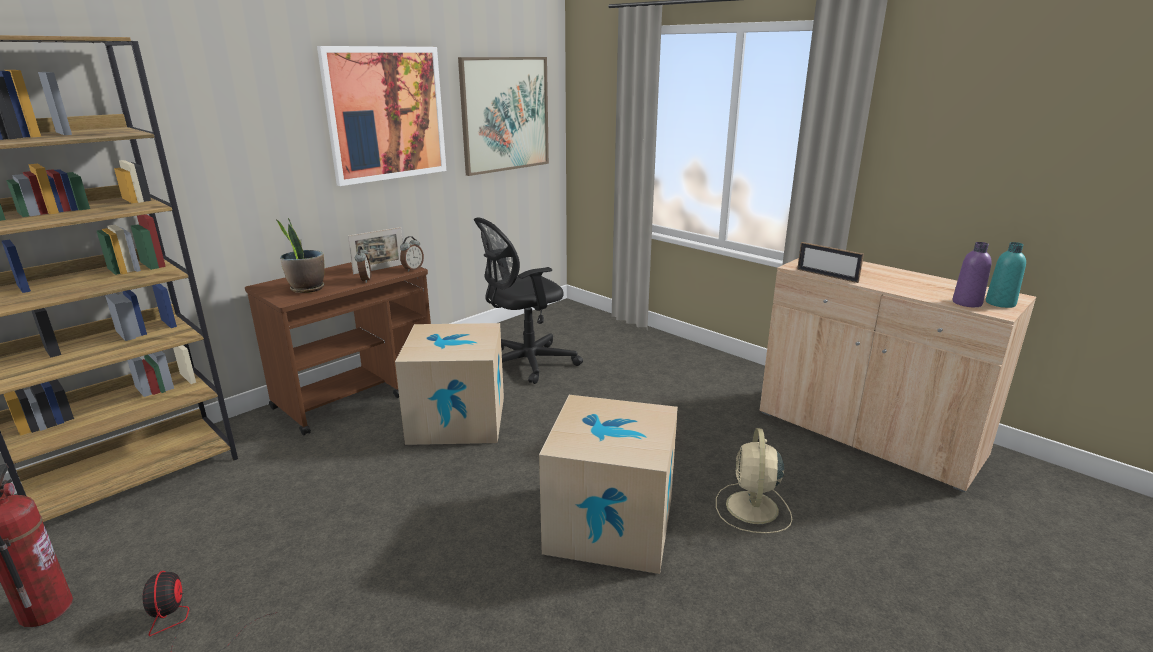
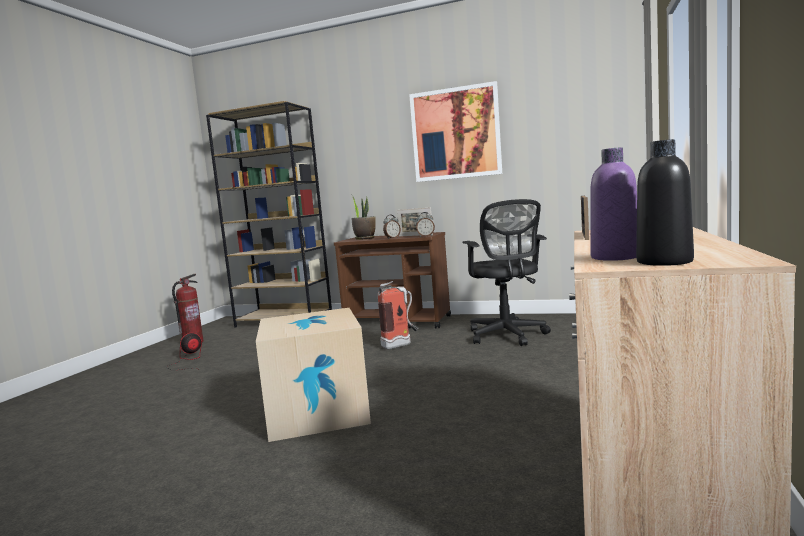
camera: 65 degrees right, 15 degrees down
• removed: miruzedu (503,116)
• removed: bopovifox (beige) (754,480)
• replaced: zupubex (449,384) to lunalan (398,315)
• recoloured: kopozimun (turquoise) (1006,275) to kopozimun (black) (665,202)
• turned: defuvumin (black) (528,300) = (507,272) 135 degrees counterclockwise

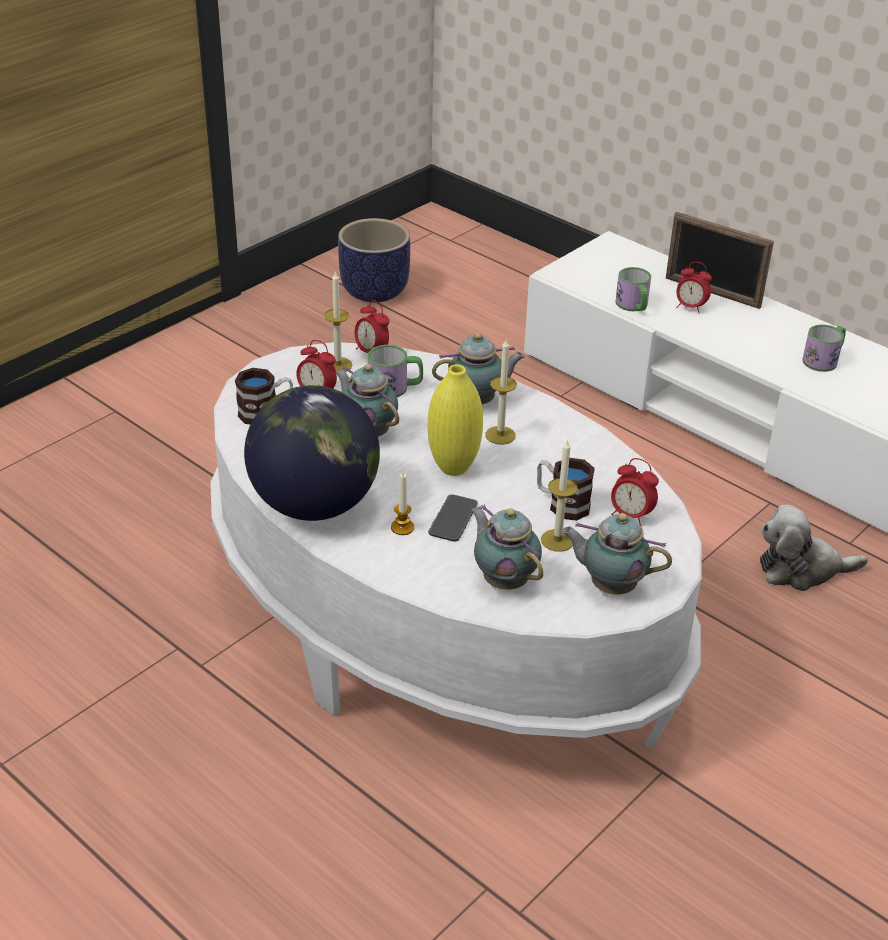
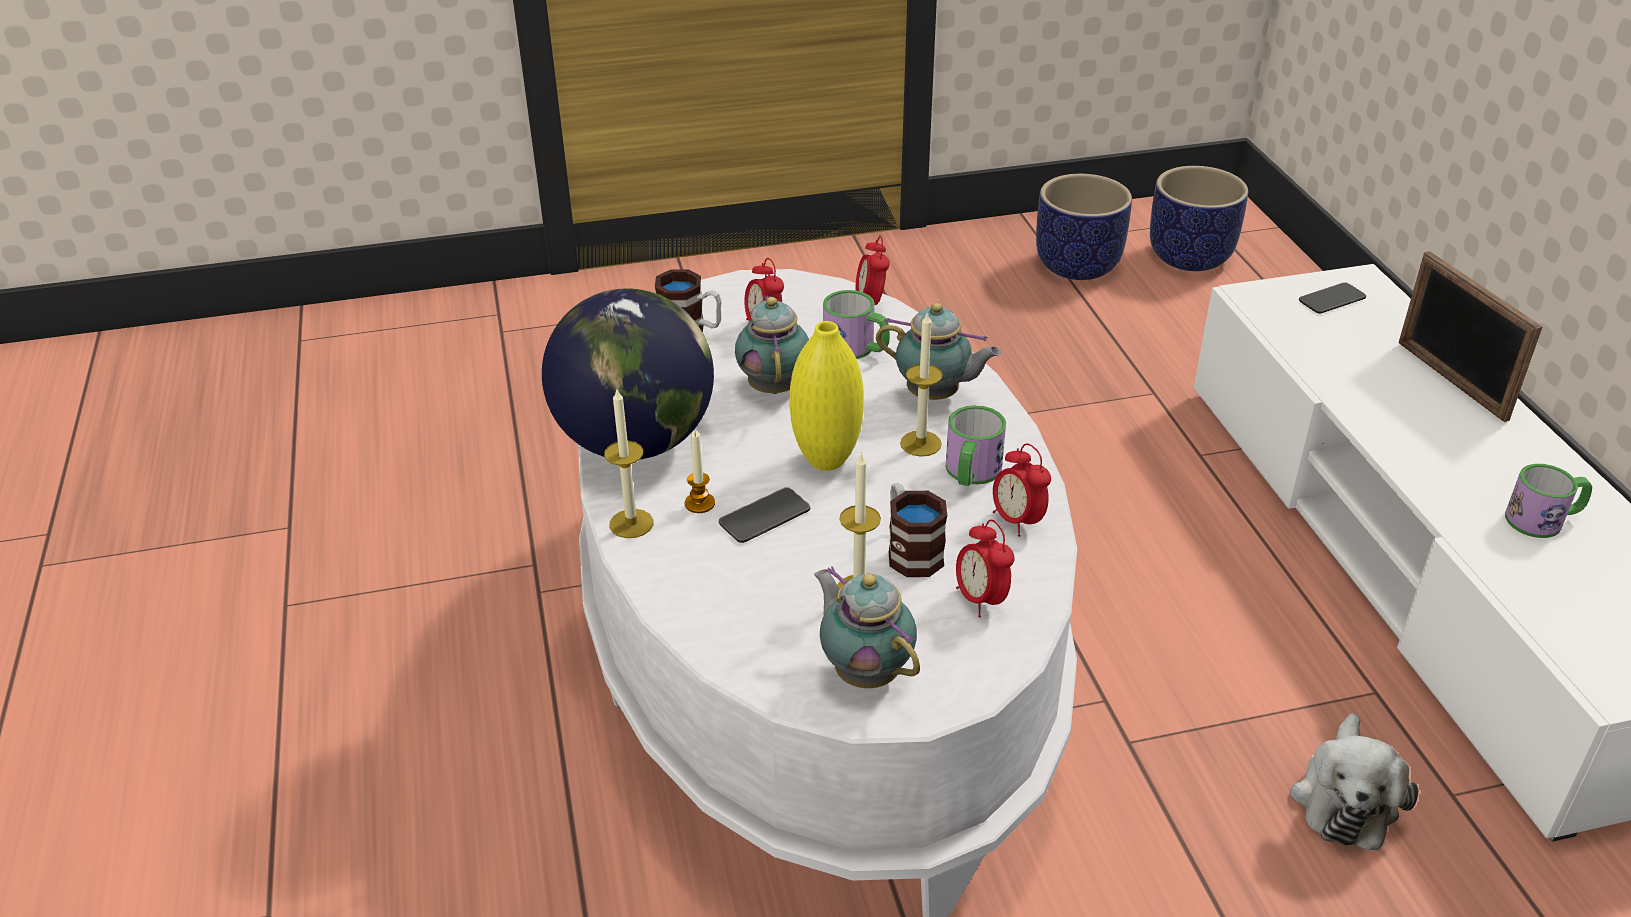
camera: 35 degrees right, 0 degrees up
• removed: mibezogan (507,547)
• added: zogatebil (1199,218)
• added: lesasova (1332,298)
• moved: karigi (338,322) to (628,464)
• moved: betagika (633,289) to (976,445)
• moved: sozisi (694,288) to (1022,490)
• turned: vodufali (814,548) = (1354,782) 105 degrees counterclockwise

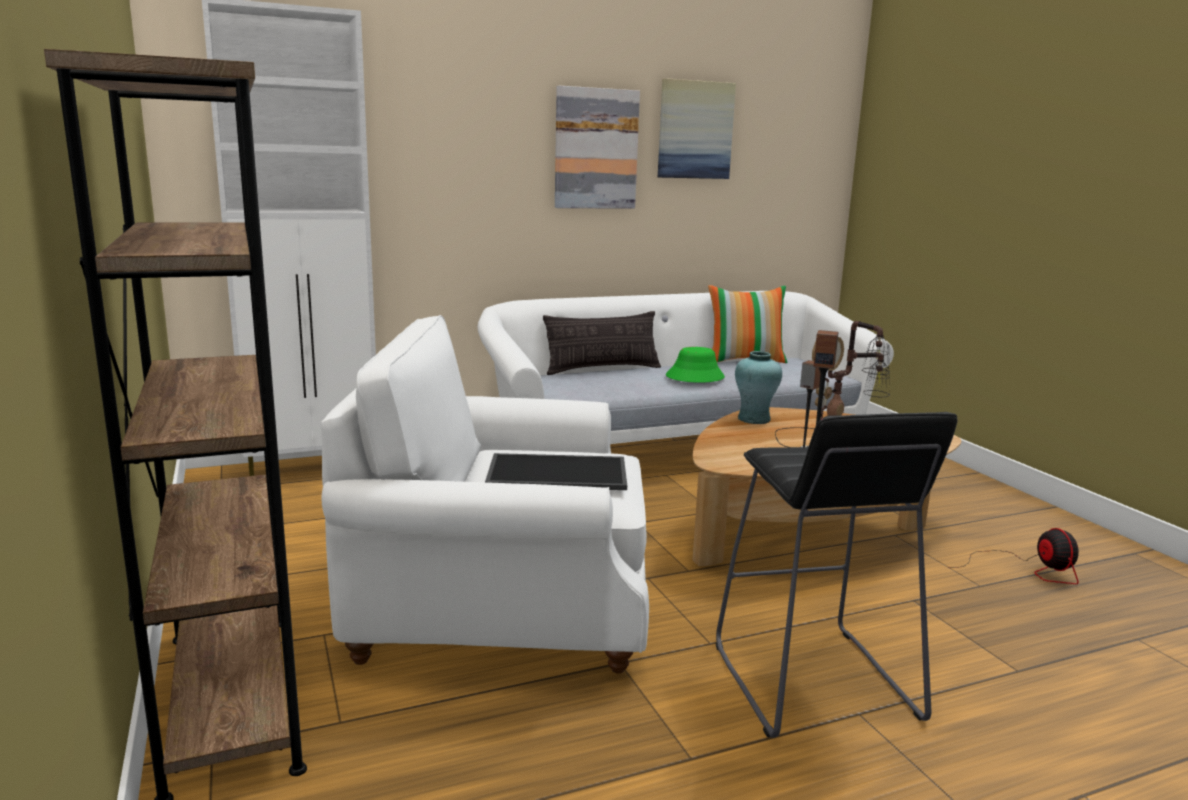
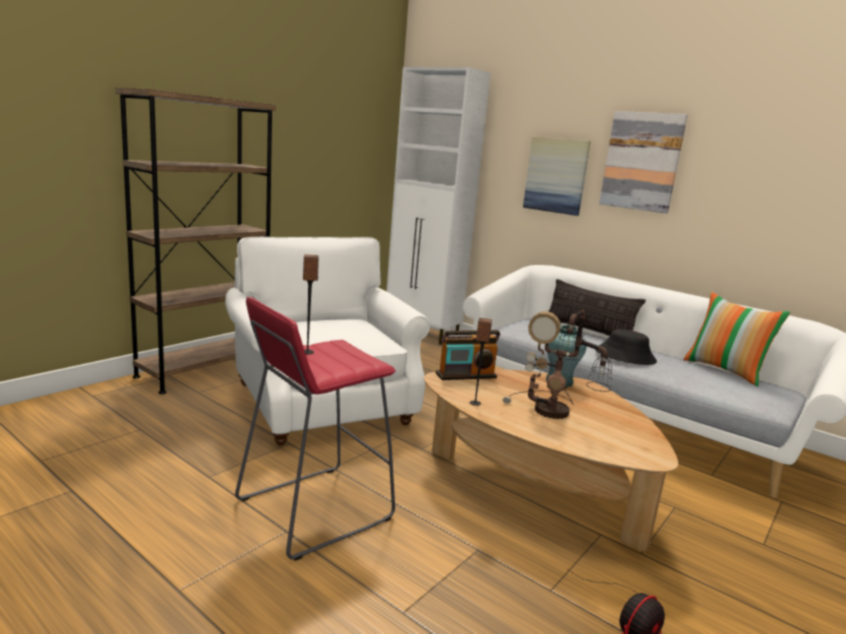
camera: 60 degrees right, 0 degrees up
• removed: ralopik (556,471)
• added: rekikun (468,355)
• moved: miruzedu (697,128) to (557,176)
• recoloured: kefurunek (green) (695,365) to kefurunek (black) (626,347)
• recoloured: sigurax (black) (837,575) to sigurax (red) (315,429)

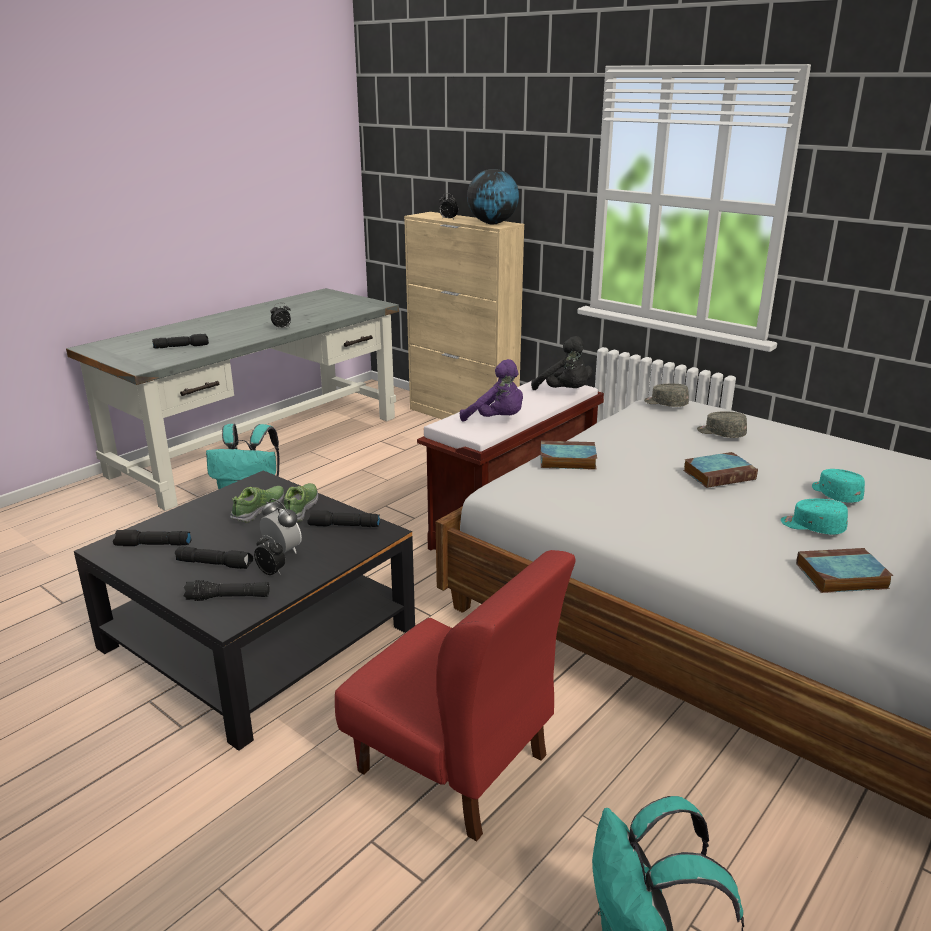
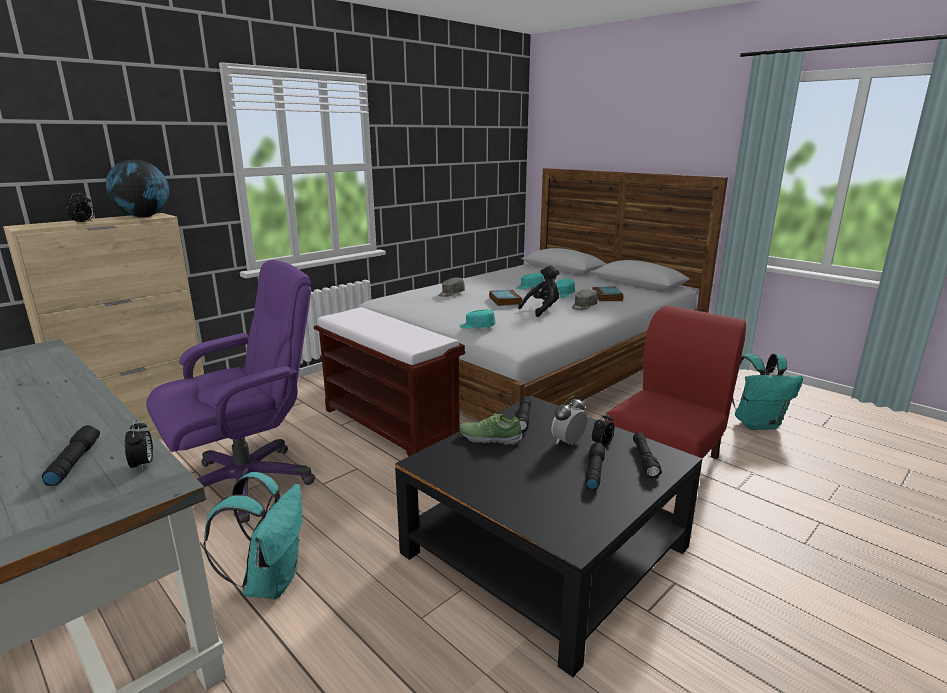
camera: 85 degrees left, 5 degrees down
• removed: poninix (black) (152,538)
• removed: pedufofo (257,504)
• removed: vodufali (purple) (491,390)
• added: defuvumin (purple) (230,391)
• moved: sozisi (281,316) to (139,445)
• moved: vodufali (black) (562,363) to (539,291)
• moved: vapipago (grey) (666,395) to (585,299)
• replaced: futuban (568,455) to vapipago (turquoise) (477,319)

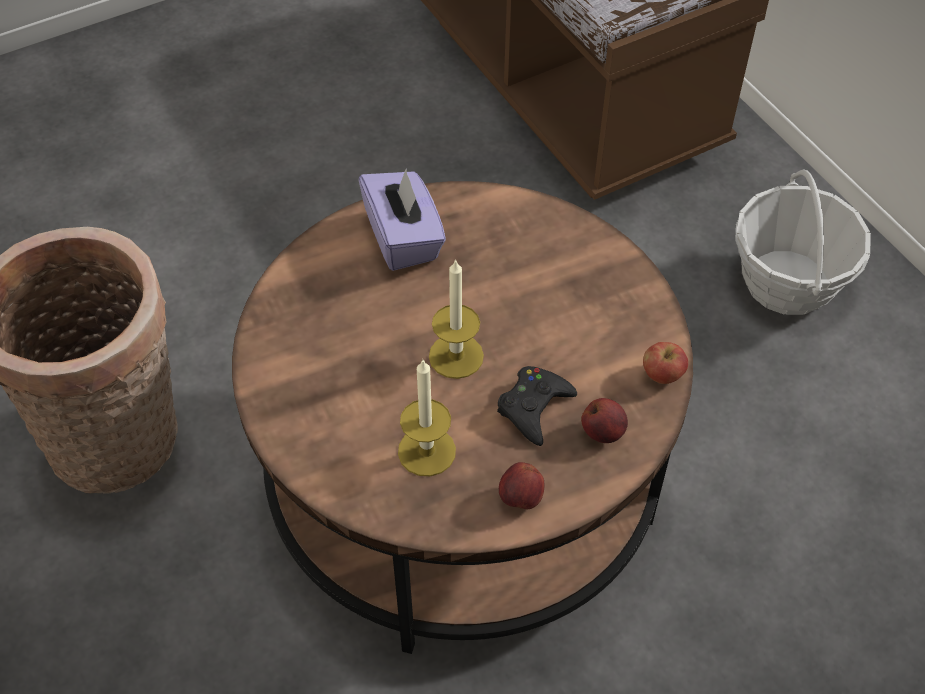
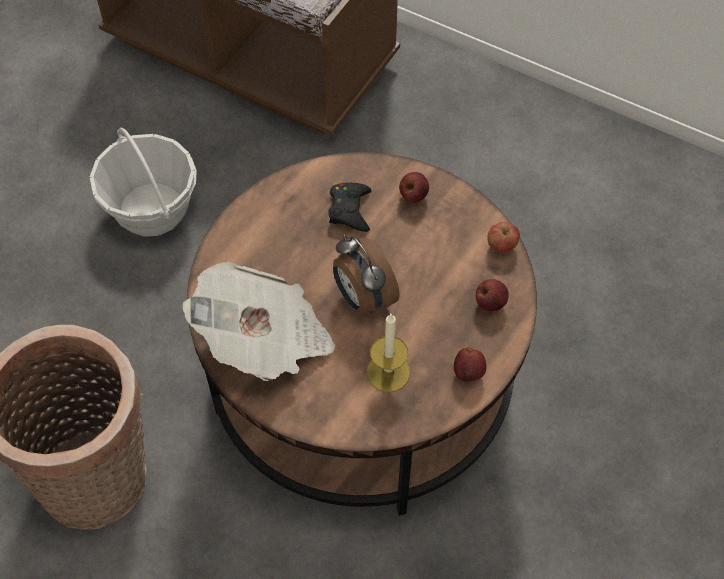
camera: 30 degrees left, 5 degrees up
• removed: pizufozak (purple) (402,220)
• added: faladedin (258,321)
• added: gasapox (414,187)
• moved: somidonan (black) (537,406) to (350,207)
• moved: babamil (803,242) to (143,182)
• replaced: karigi (456,319) to sozisi (366,274)

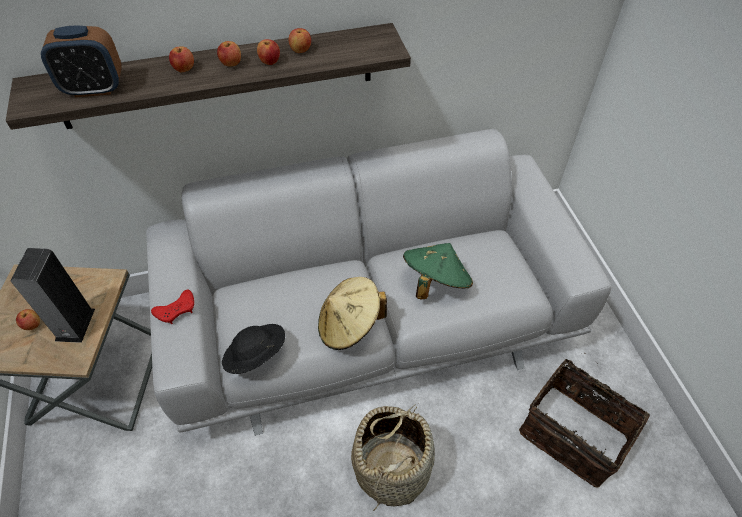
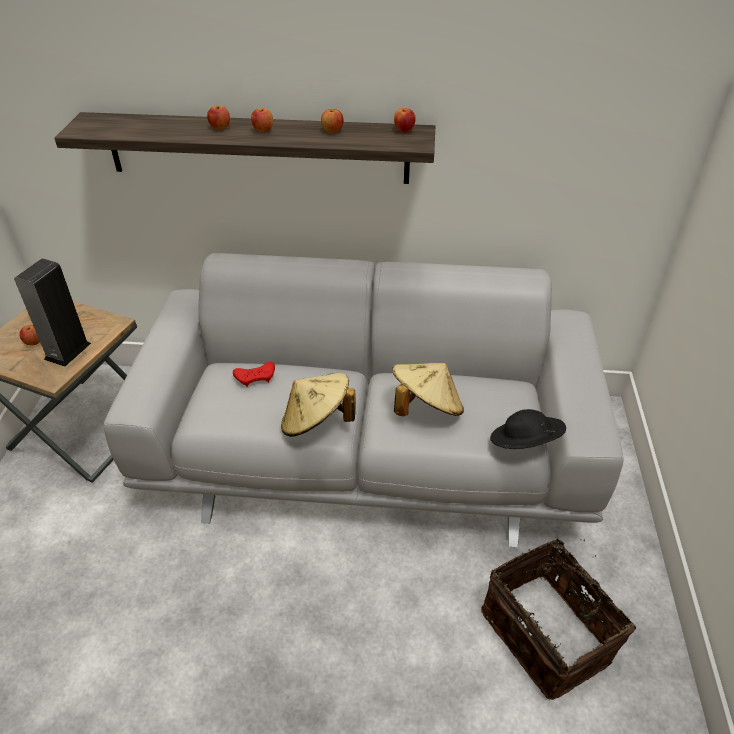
camera: 20 degrees right, 10 degrees down
• removed: sozisi (81,61)
• removed: babamil (393,457)
• moved: somidonan (red) (172,307) to (254,374)
• moved: kefurunek (black) (253,349) to (528,429)
• moved: gasapox (268,52) to (405,120)
• recoloured: kefurunek (green) (438,271) to kefurunek (beige) (428,389)

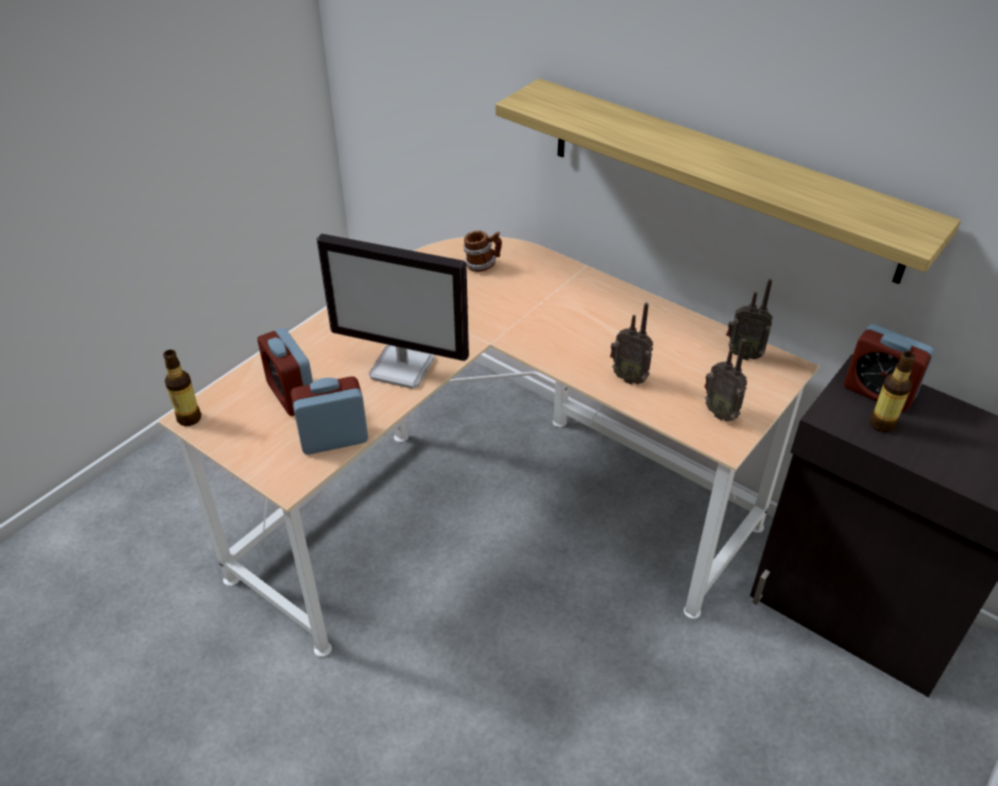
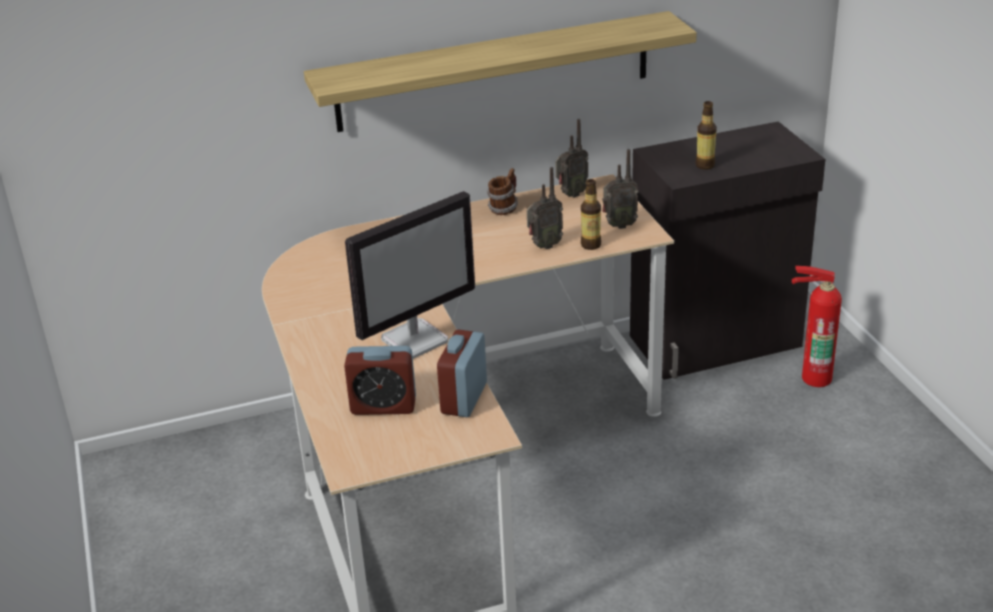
camera: 55 degrees left, 10 degrees down
• removed: sozisi (889,368)
• added: lunalan (817,326)
• moved: kopozimun (182,388) to (591,214)
• moved: betagika (482,251) to (502,191)

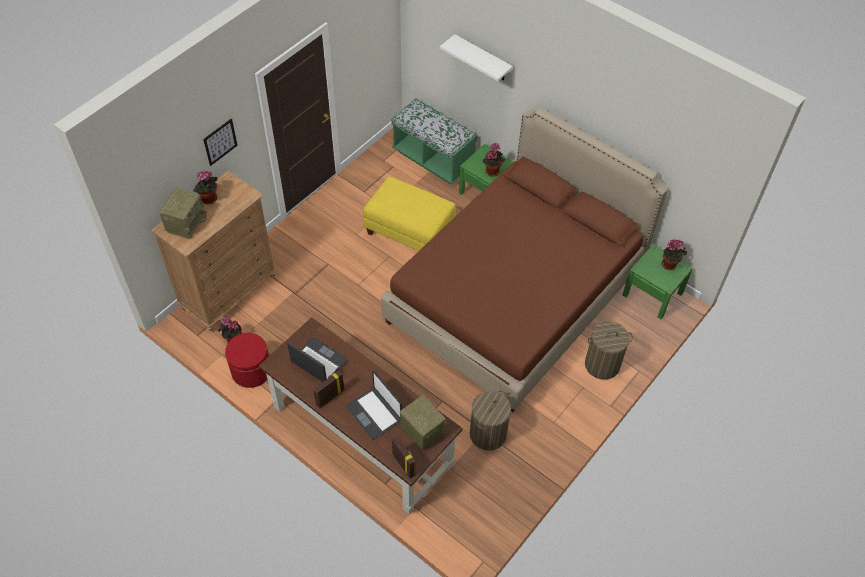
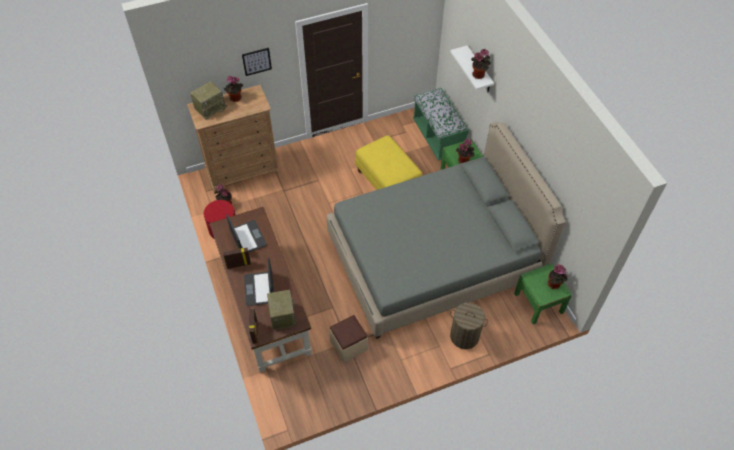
camera: 30 degrees right, 0 degrees up
• added: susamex (481,64)
• replaced: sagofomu (490,421) to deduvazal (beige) (348,338)
• recoloured: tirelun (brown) (524,260) to tirelun (grey) (445,230)

